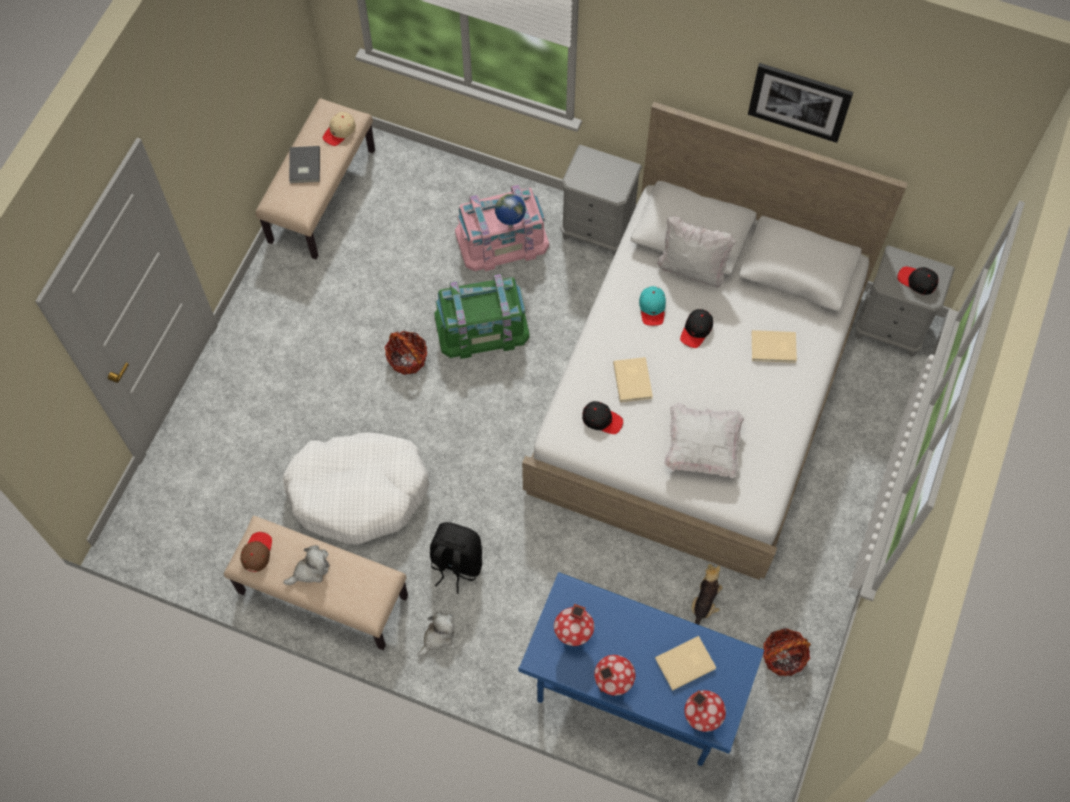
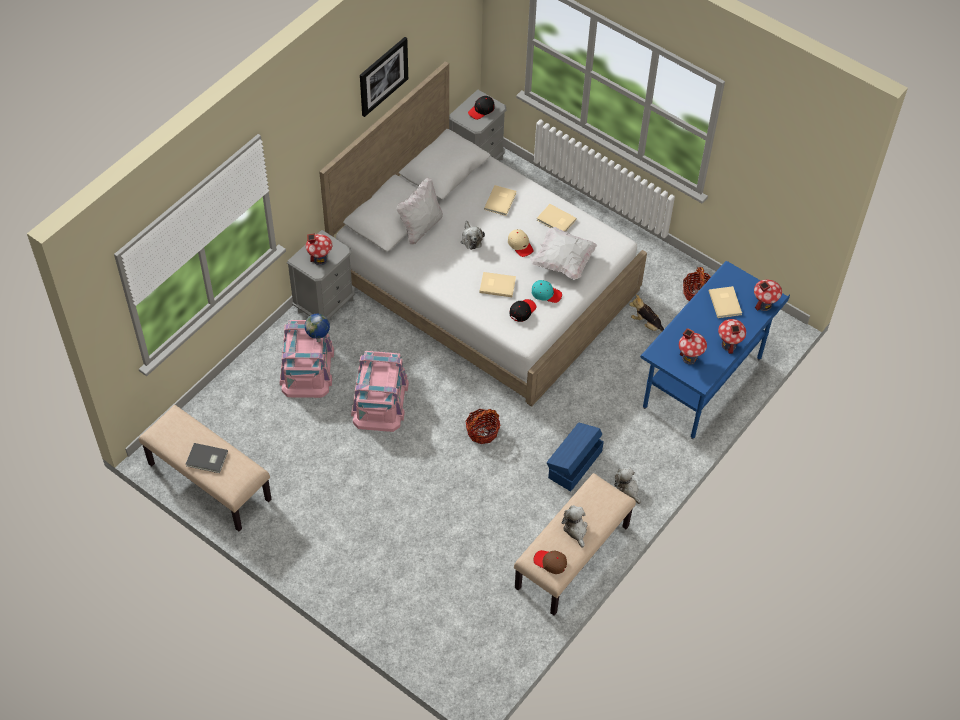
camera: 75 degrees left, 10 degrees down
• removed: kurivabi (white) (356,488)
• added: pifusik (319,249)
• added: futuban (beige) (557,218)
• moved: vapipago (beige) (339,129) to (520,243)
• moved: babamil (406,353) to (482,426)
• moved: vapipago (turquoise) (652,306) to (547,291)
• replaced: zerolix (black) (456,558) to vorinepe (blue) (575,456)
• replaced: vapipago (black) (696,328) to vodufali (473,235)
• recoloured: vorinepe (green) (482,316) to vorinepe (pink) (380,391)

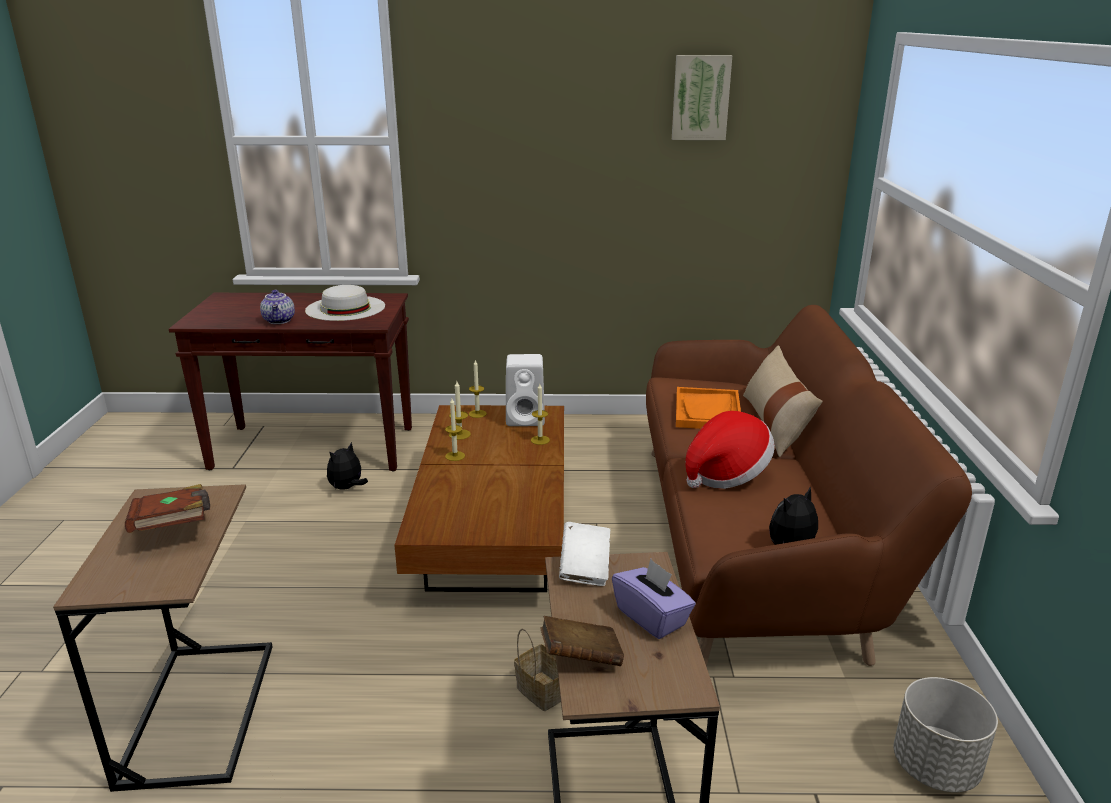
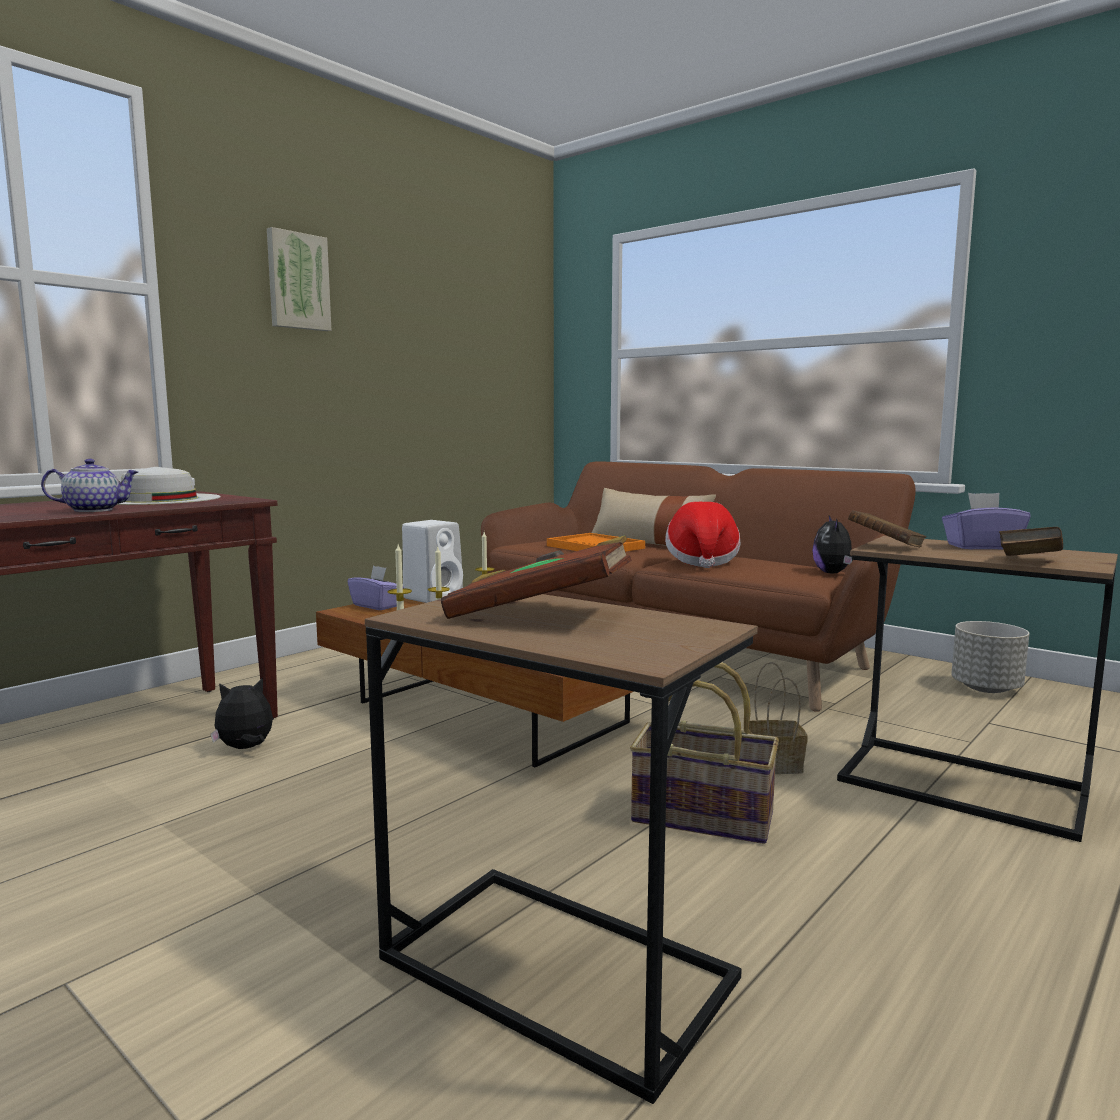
camera: 50 degrees left, 15 degrees down
• added: babamil (704,753)
• moved: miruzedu (702,97) to (299,279)
• replaced: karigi (478,389) to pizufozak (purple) (376,587)
• recoloured: futuban (white) (584,554) to futuban (brown) (887,529)
• turned: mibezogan (277,307) = (90,485) 45 degrees counterclockwise
• turned: vodufali (347,466) = (242,713) 75 degrees clockwise

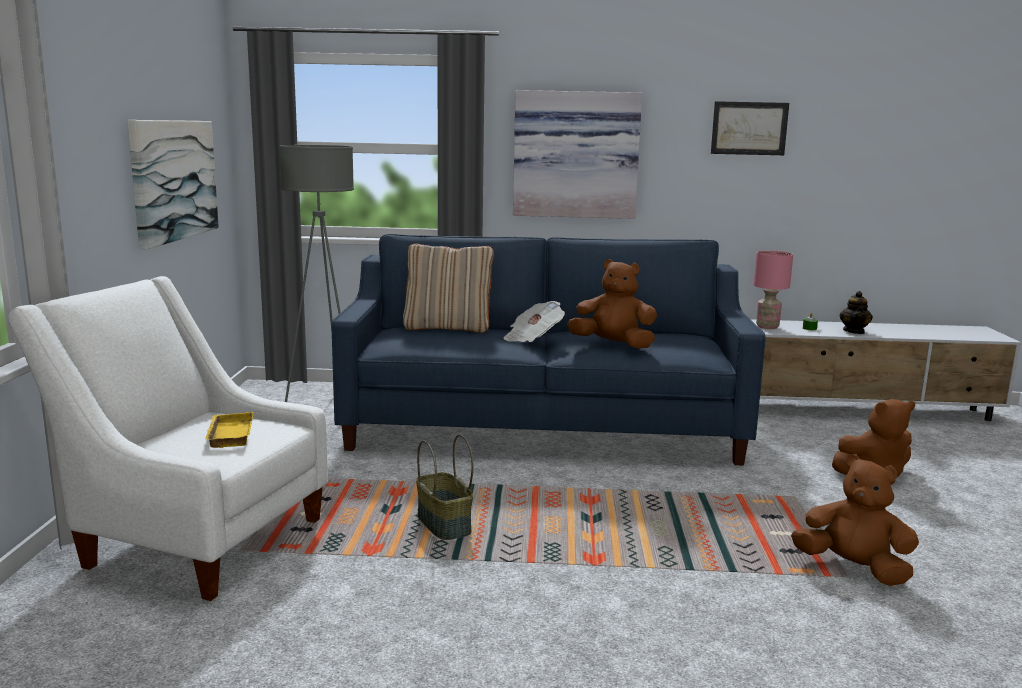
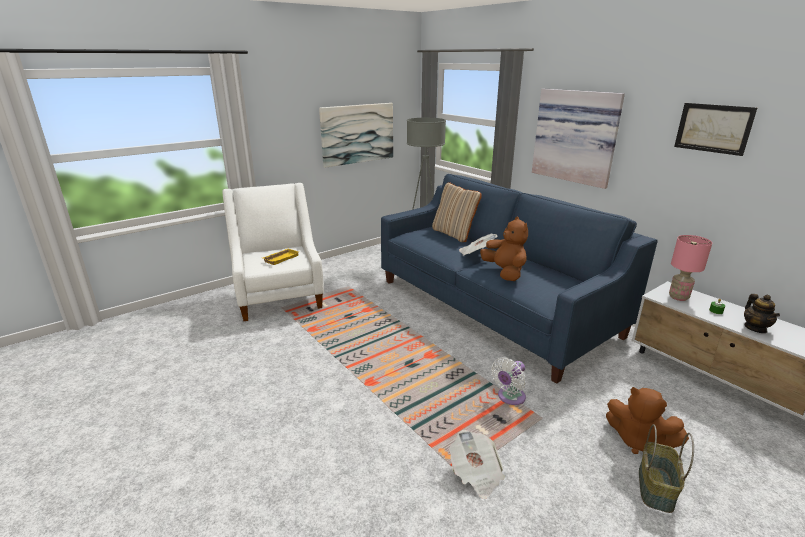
camera: 50 degrees right, 10 degrees up
• added: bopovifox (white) (508,381)
• moved: babamil (444,487) to (666,468)
• replaced: vodufali (brown) (855,520) to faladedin (477,464)
• turned: mibezogan (856,312) = (762,313) 60 degrees counterclockwise

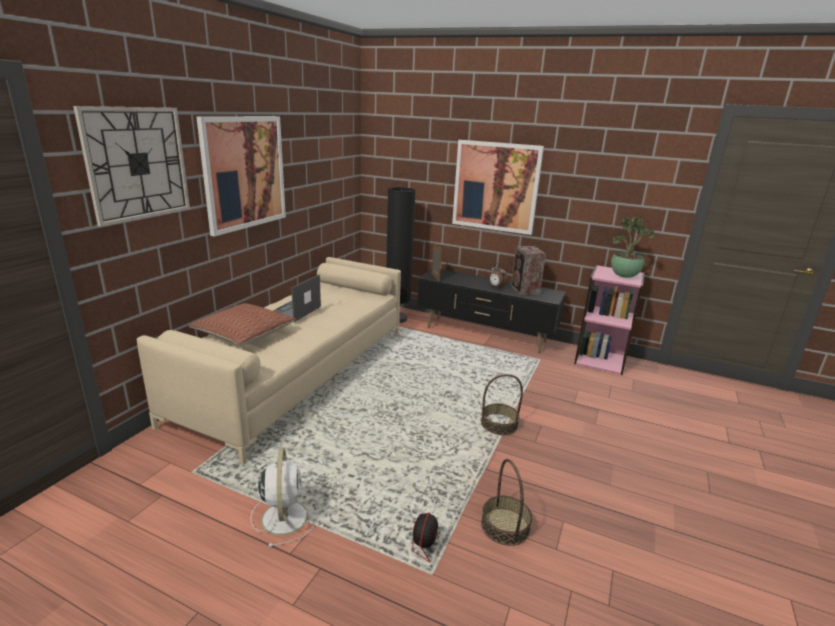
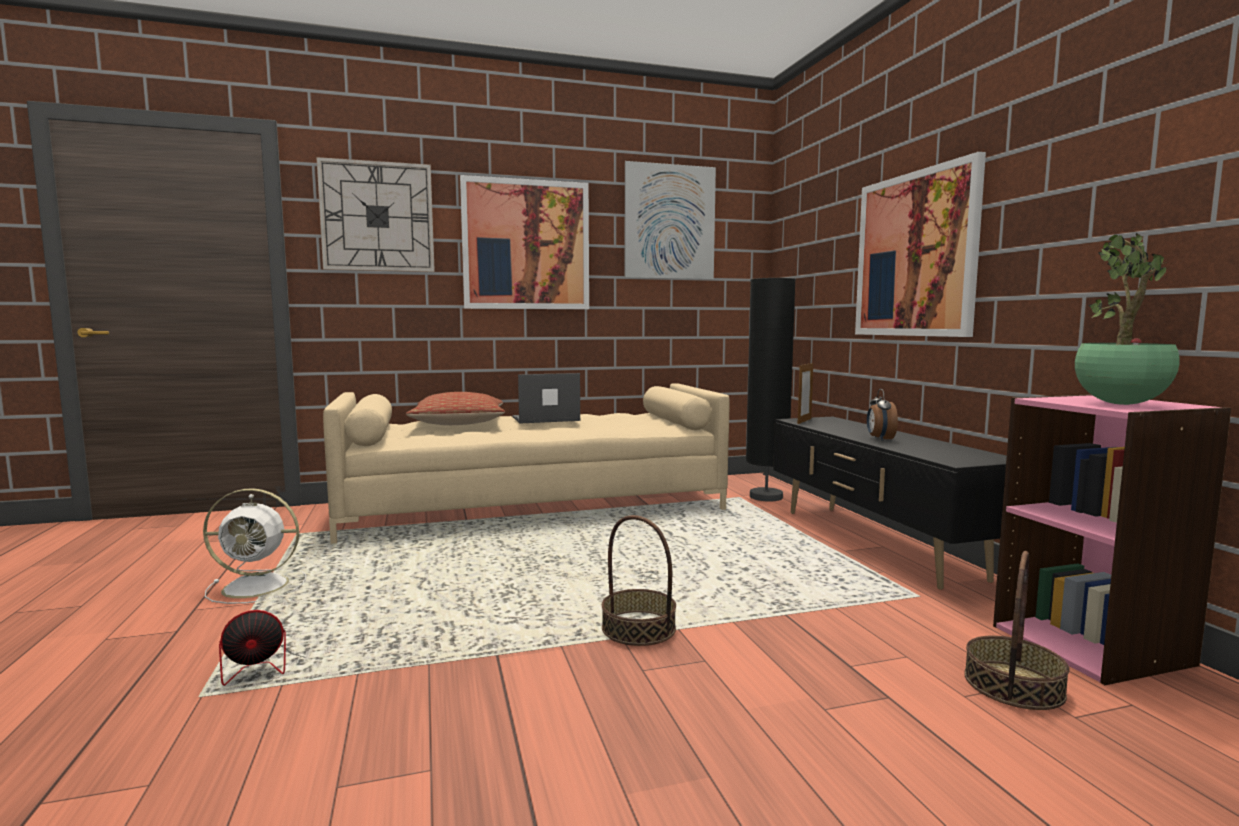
camera: 50 degrees right, 15 degrees down
• removed: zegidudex (528,270)
• added: miruzedu (670,220)
• moved: babamil (506,502) to (1017,630)
• turned: bopovifox (white) (283,497) = (254,546) 45 degrees clockwise

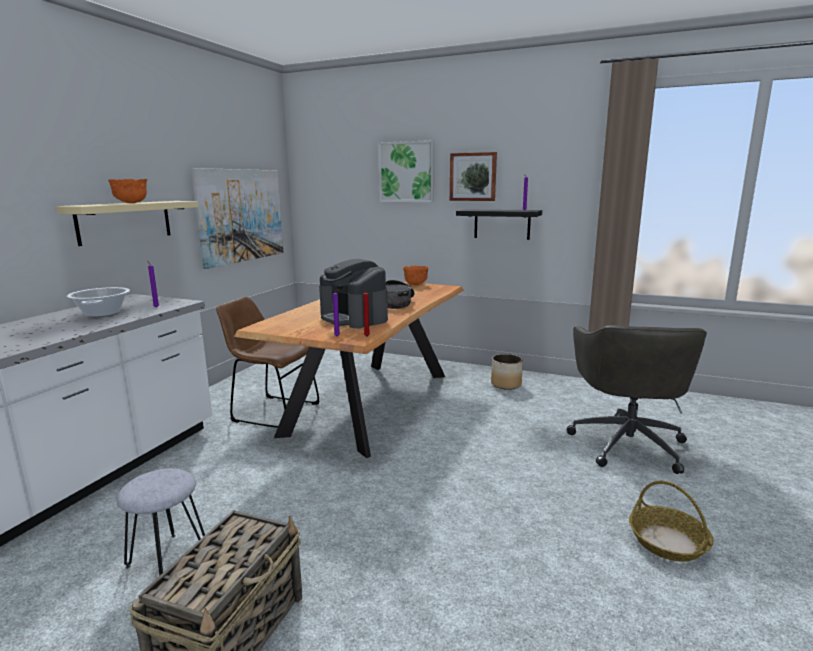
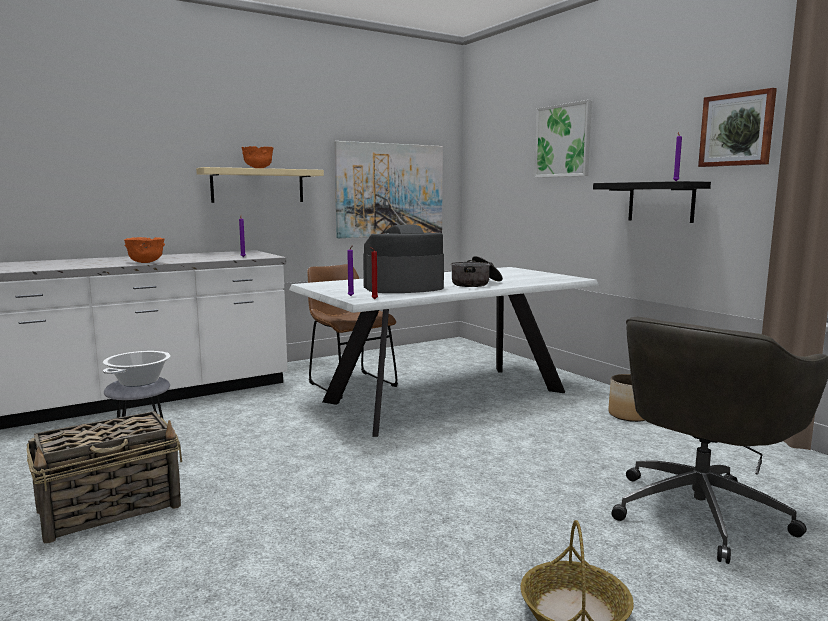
camera: 35 degrees right, 5 degrees down
• moved: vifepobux (98,302) to (137,369)
• moved: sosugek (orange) (416,275) to (144,250)
• moved: miruzedu (473,176) to (737,127)
• recoloured: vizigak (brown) (348,370) to vizigak (white) (444,352)
• turned: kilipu (353,293) = (403,259) 75 degrees clockwise

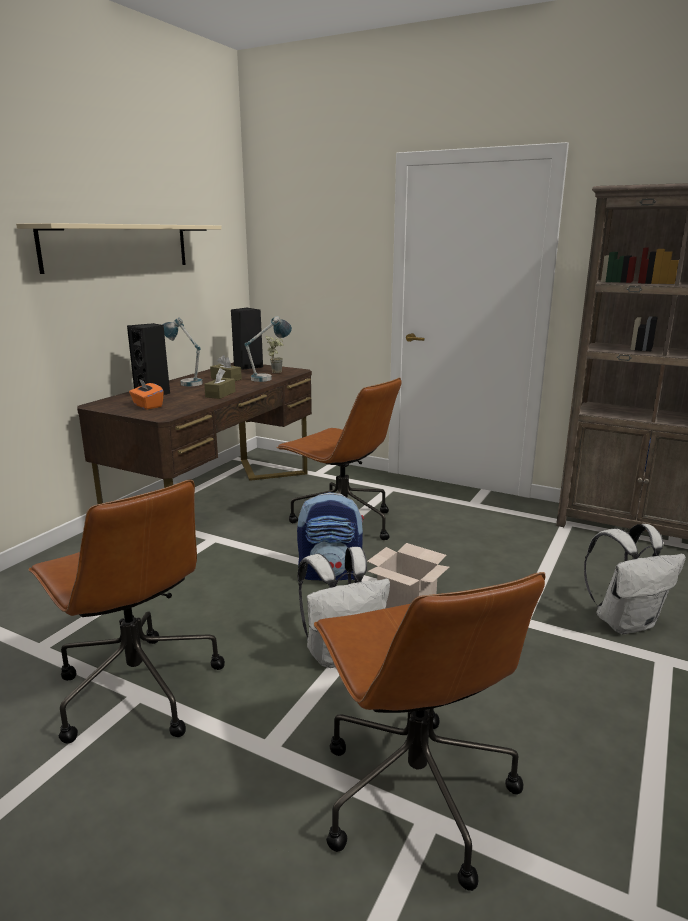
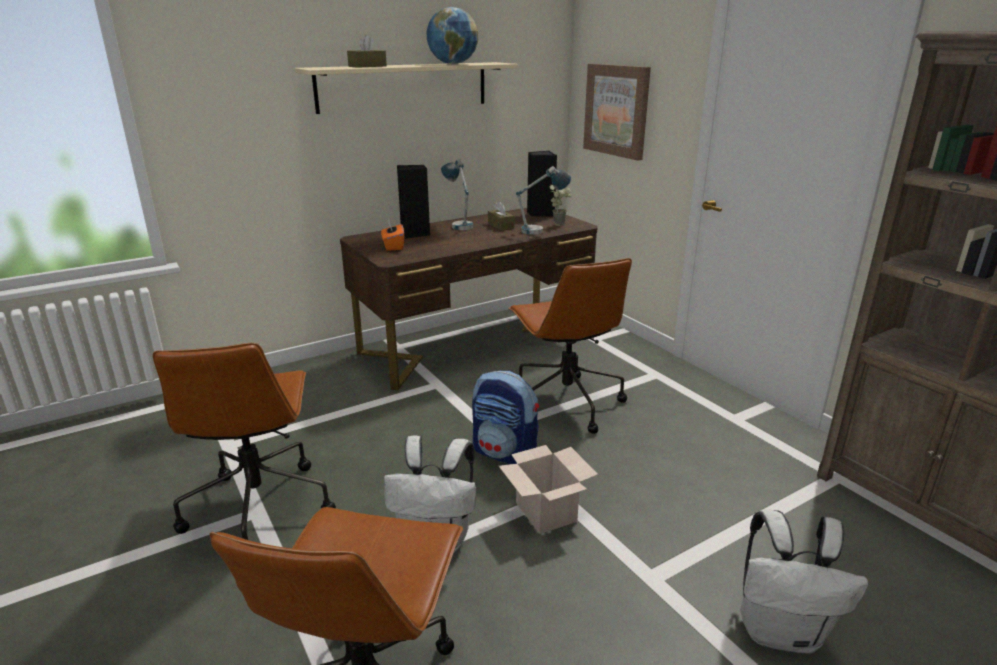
camera: 30 degrees right, 5 degrees up
• added: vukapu (452,35)
• added: miruzedu (617,112)
• moved: pizufozak (brown) (219,383) to (367,51)

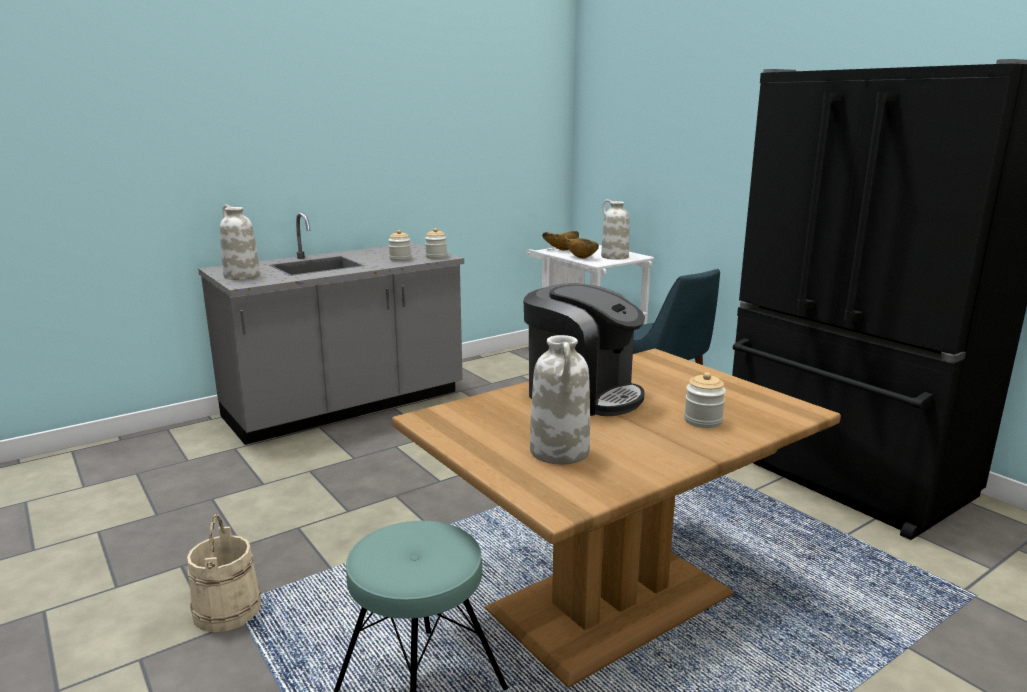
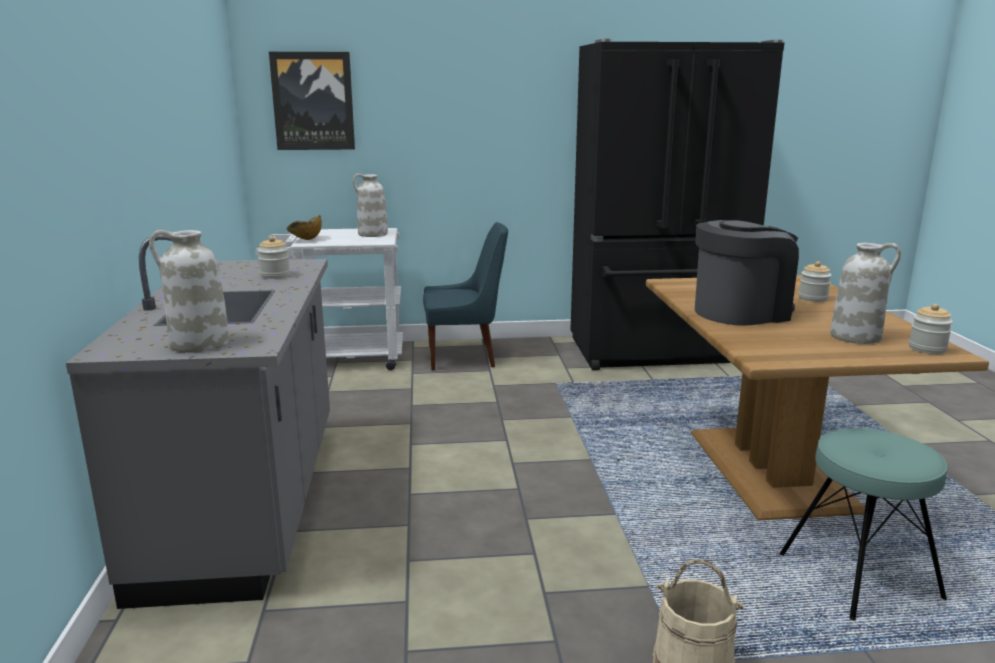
camera: 60 degrees left, 0 degrees up
• removed: sosugek (582,247)
• added: miruzedu (312,101)
• moved: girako (436,243) to (931,329)

